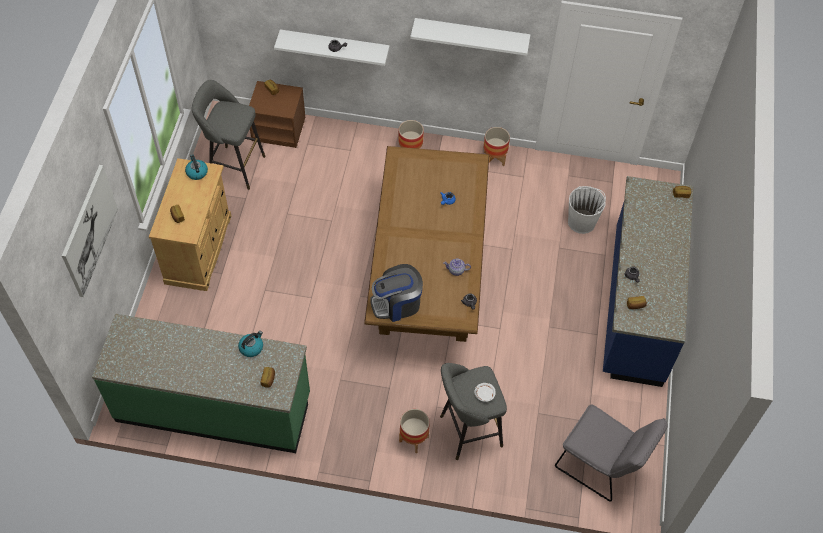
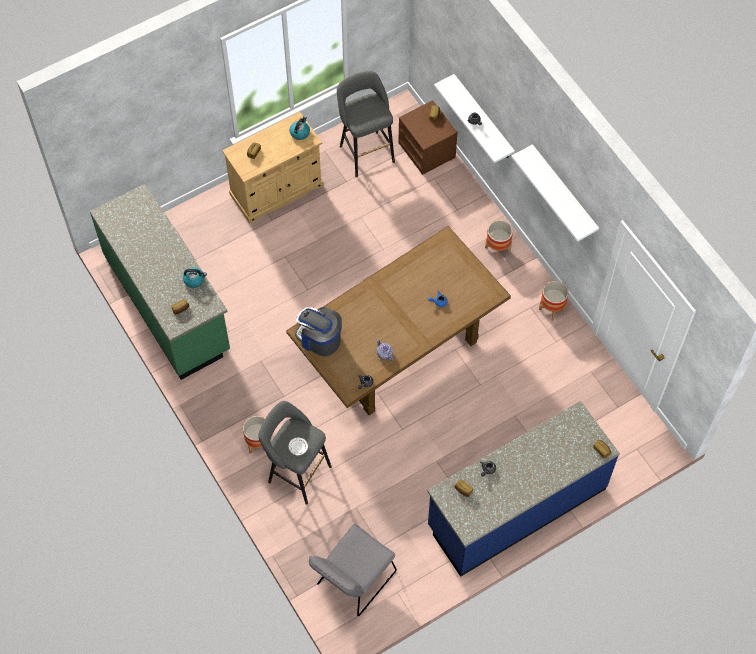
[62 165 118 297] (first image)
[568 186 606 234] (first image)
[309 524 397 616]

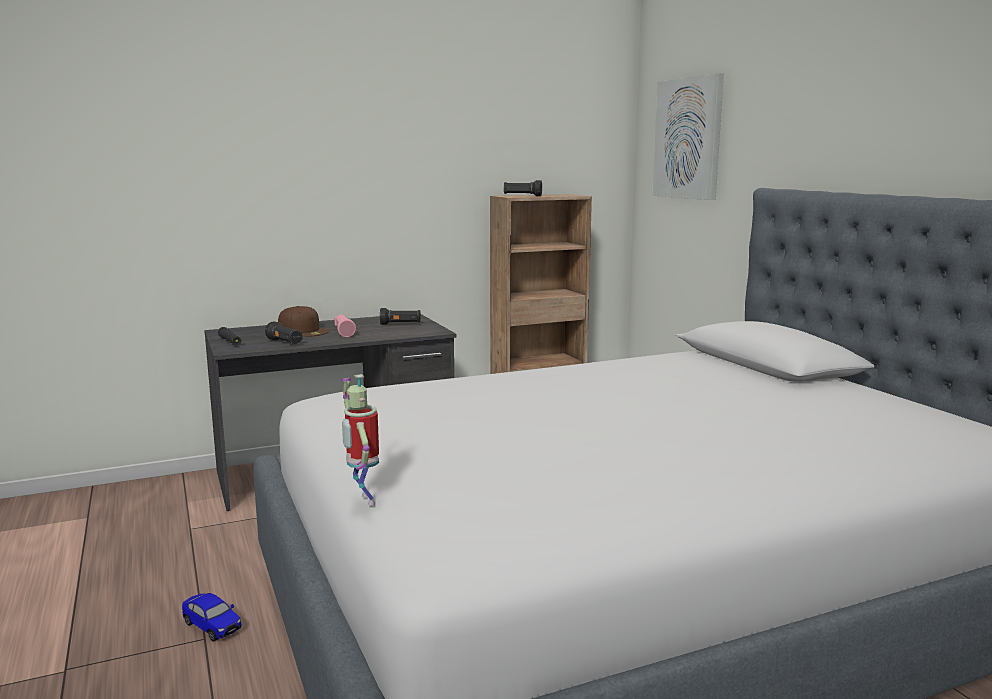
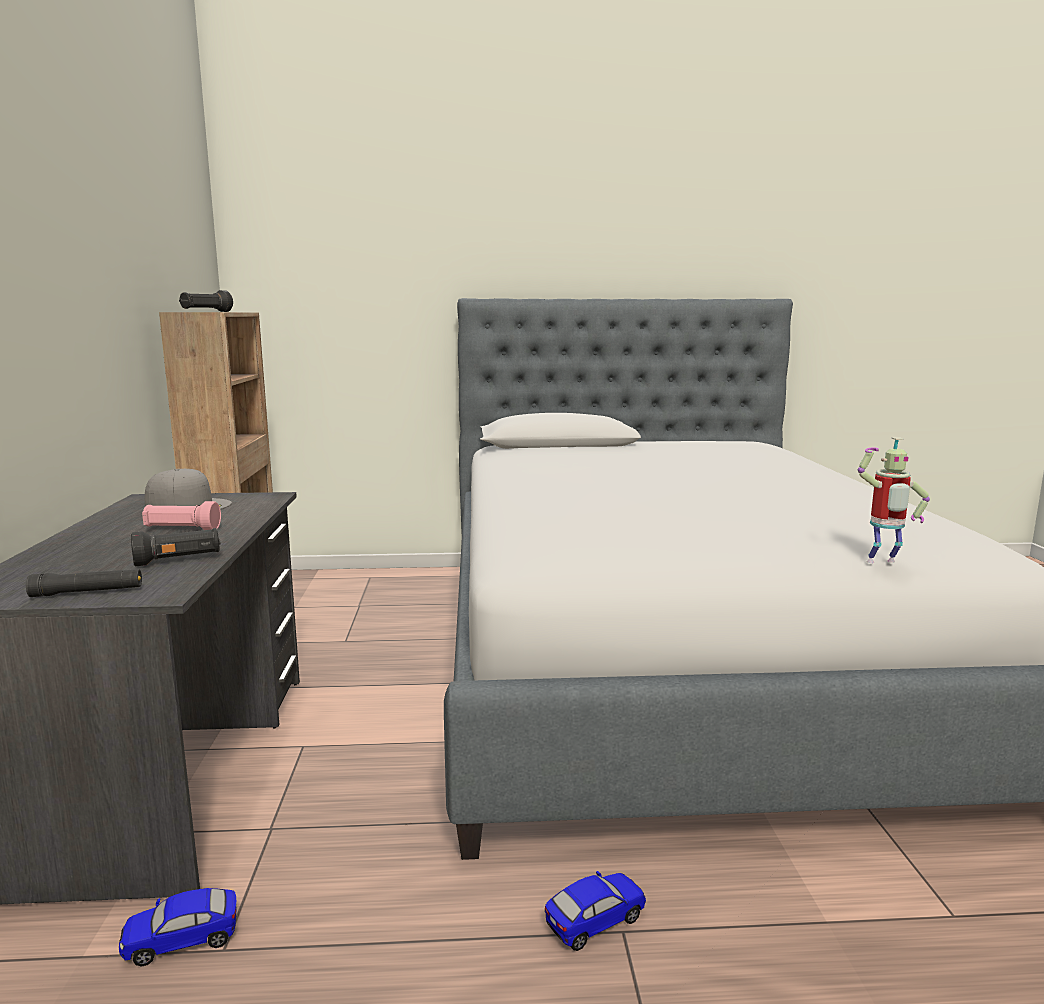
[652 73 724 200] (first image)
[278 306 330 337] (first image)
[145 469 232 509]
[119 888 237 967]

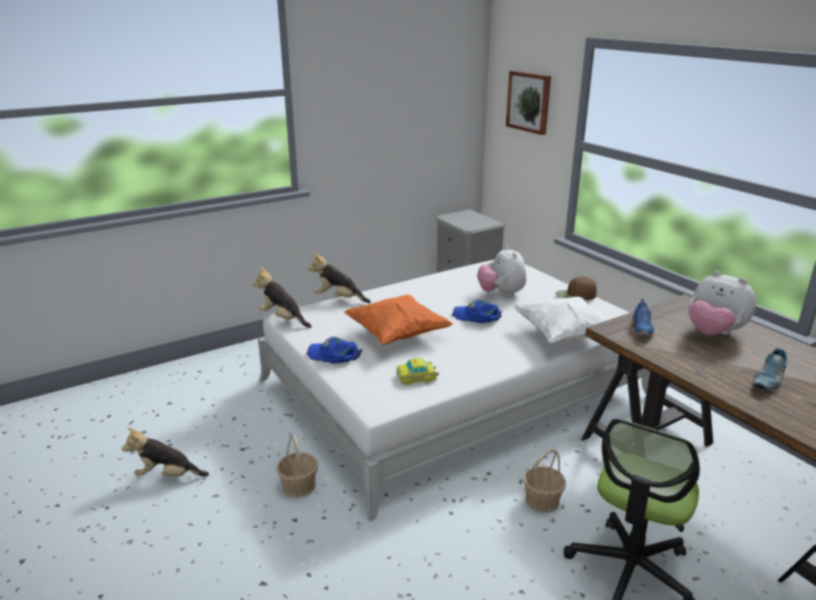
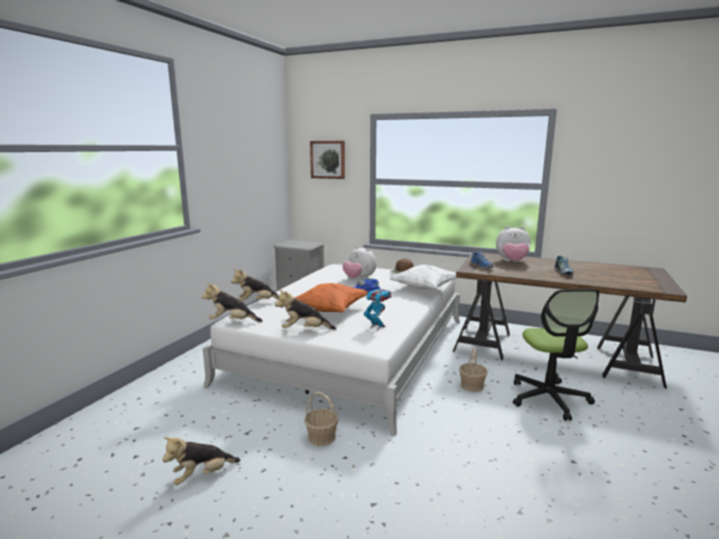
[275 289 336 330]
[364 286 391 329]

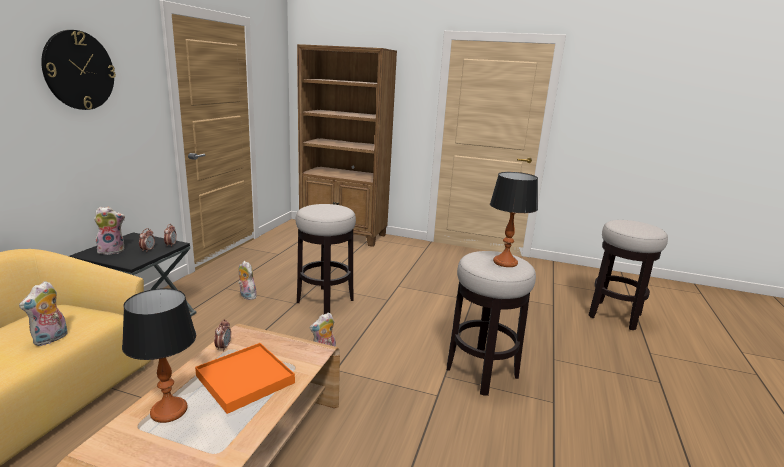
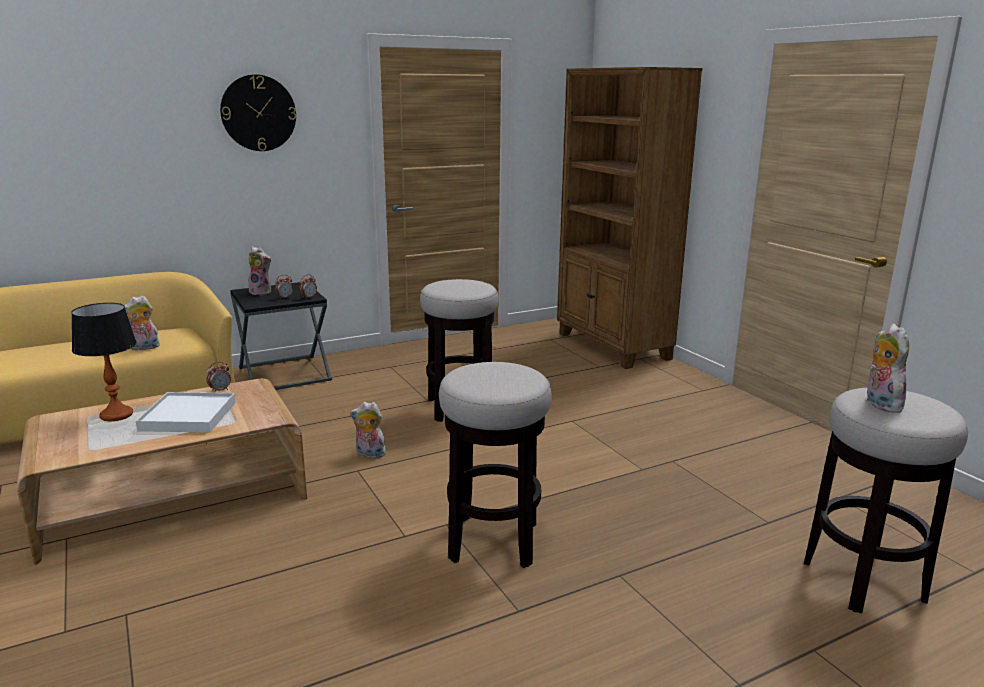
[490 172 538 267] (first image)
[867 324 909 413]
[136 392 236 433]

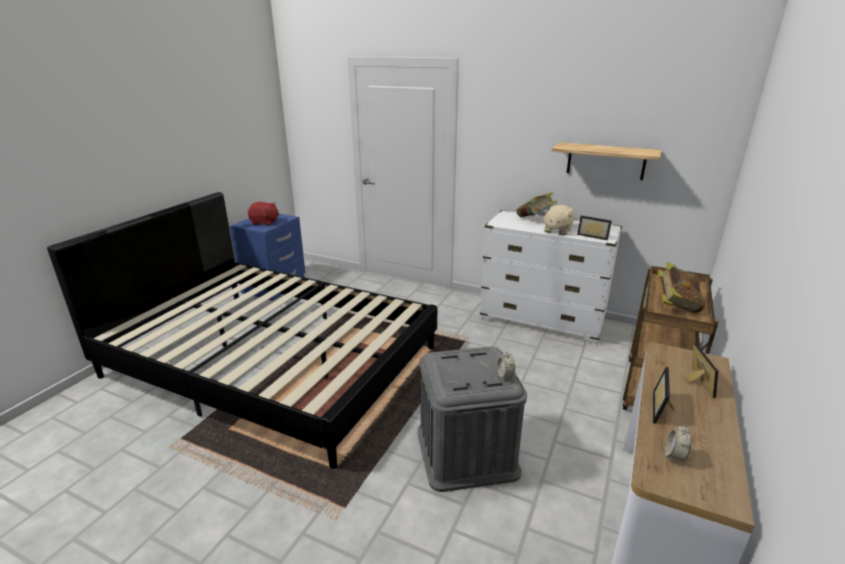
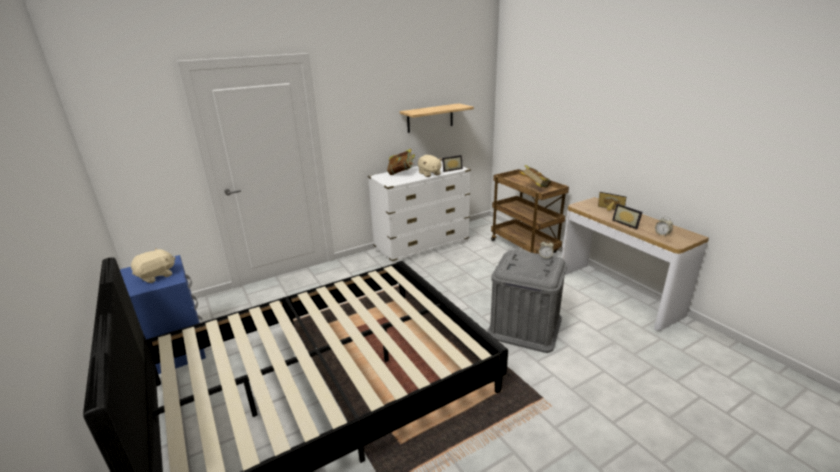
[131 248 175 283]

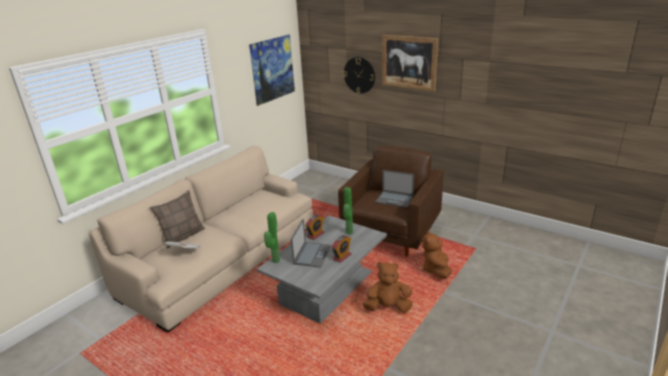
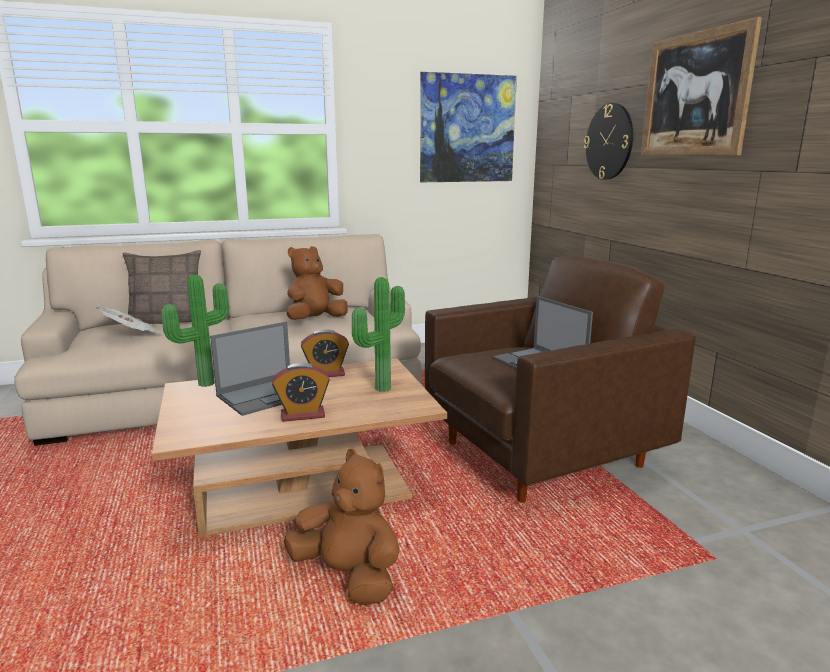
[152 359 447 537]
[287 246 348 320]

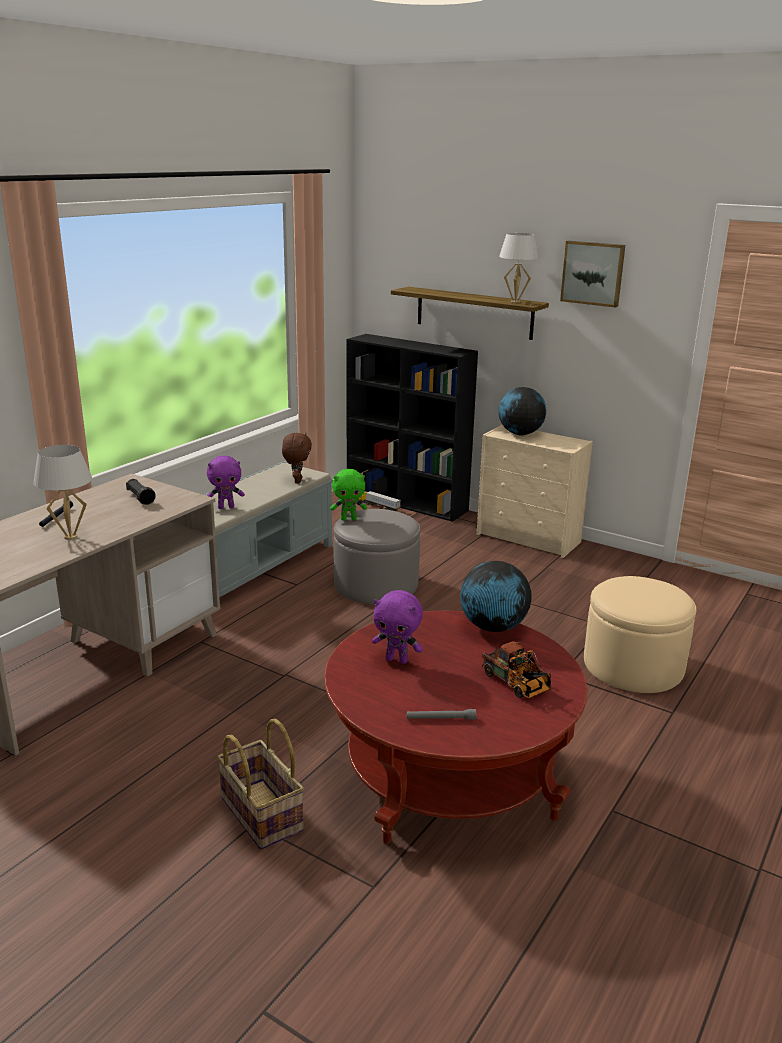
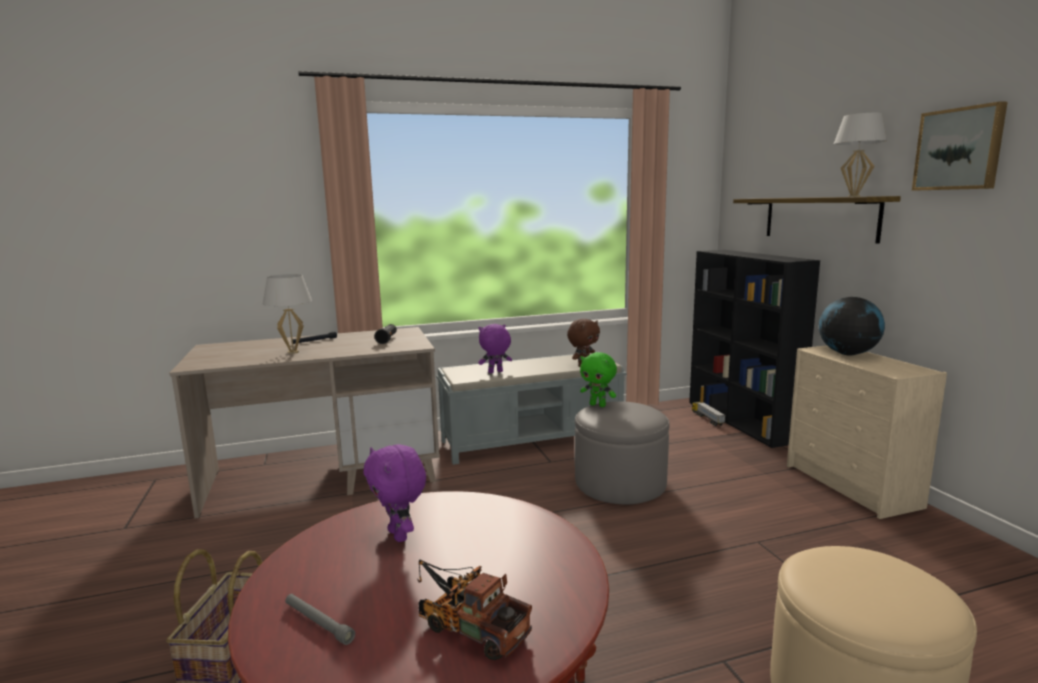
[478 324 512 373]
[460 561 531 632] (first image)
[417 560 532 660]

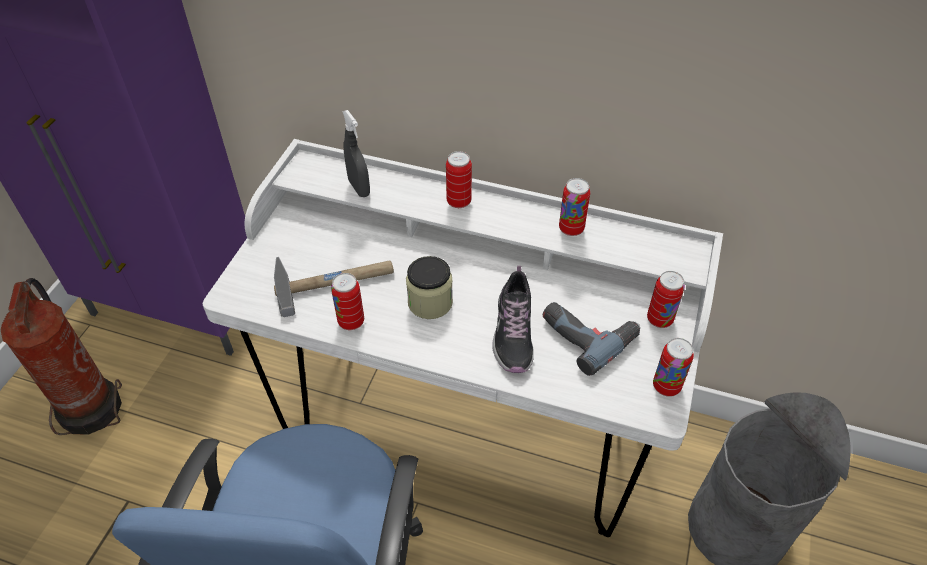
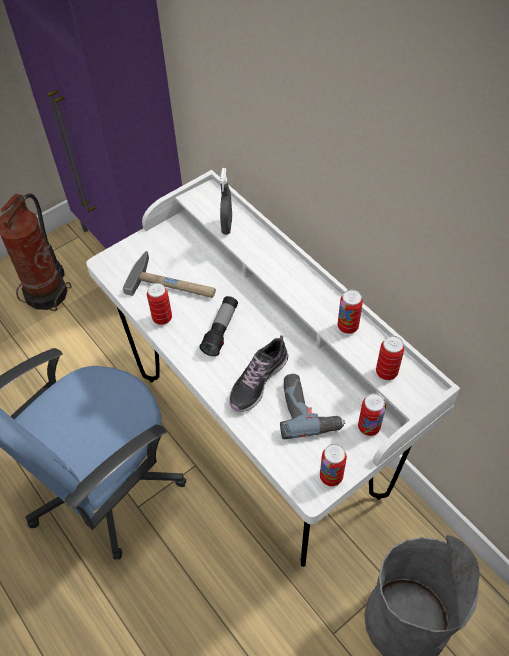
[376 336 404 380]
[199 296 238 356]

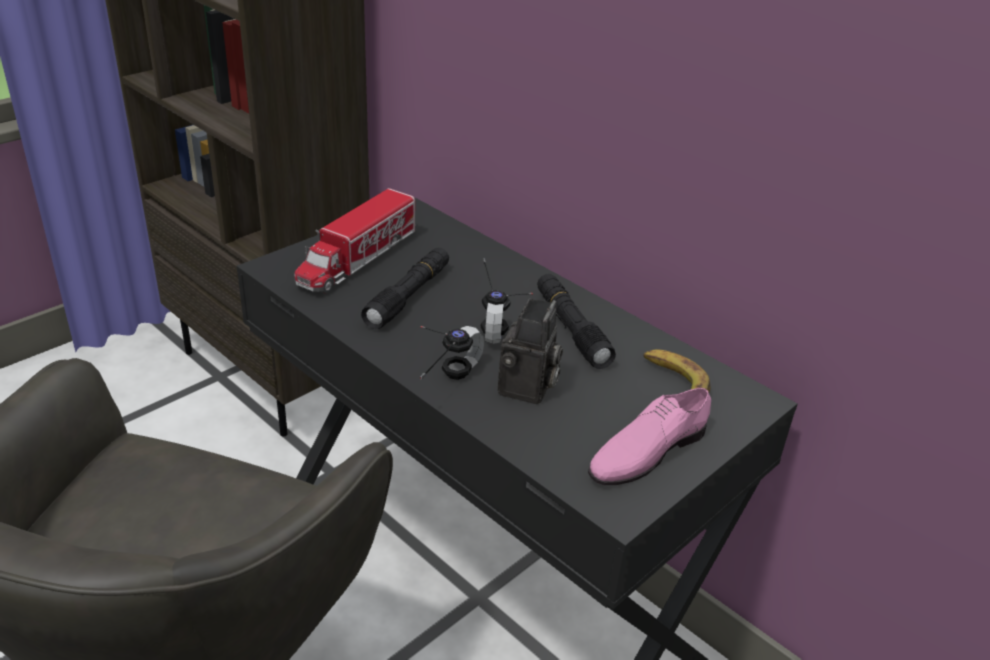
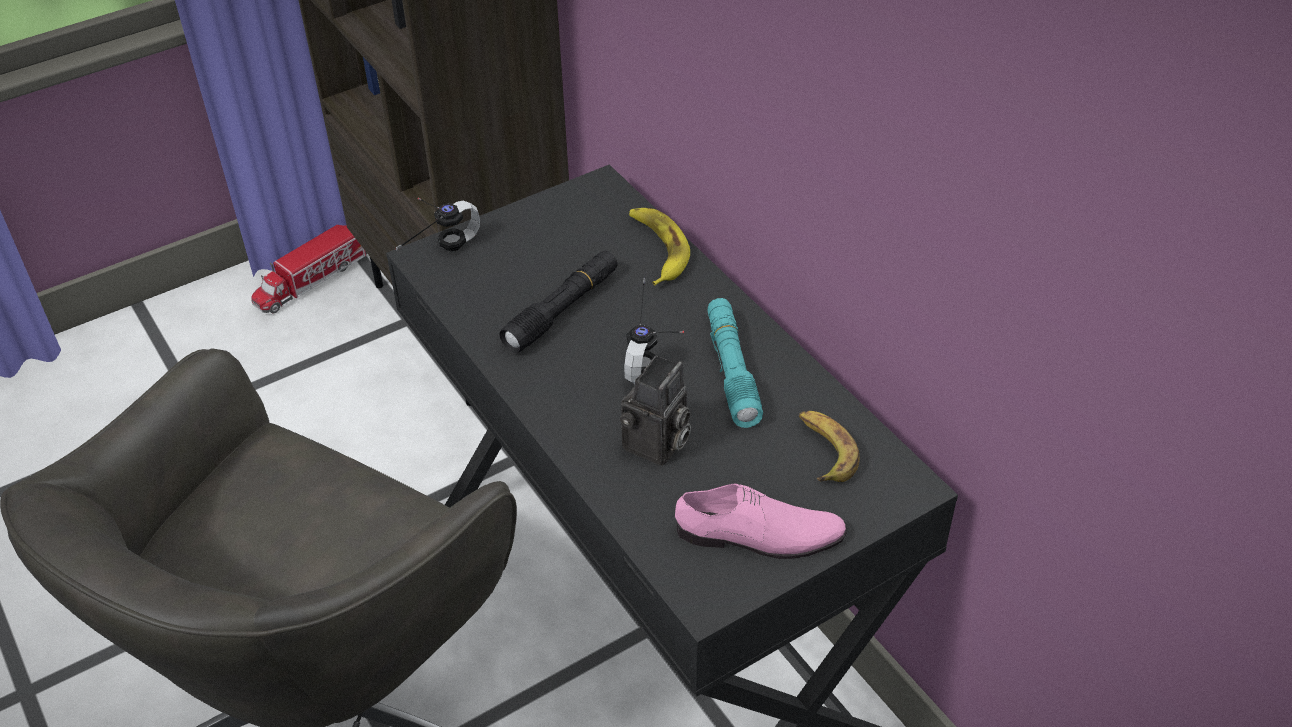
[251 225 367 313]
[707 298 763 428]
[395 198 480 251]
[675 483 847 559]
[629 208 690 285]

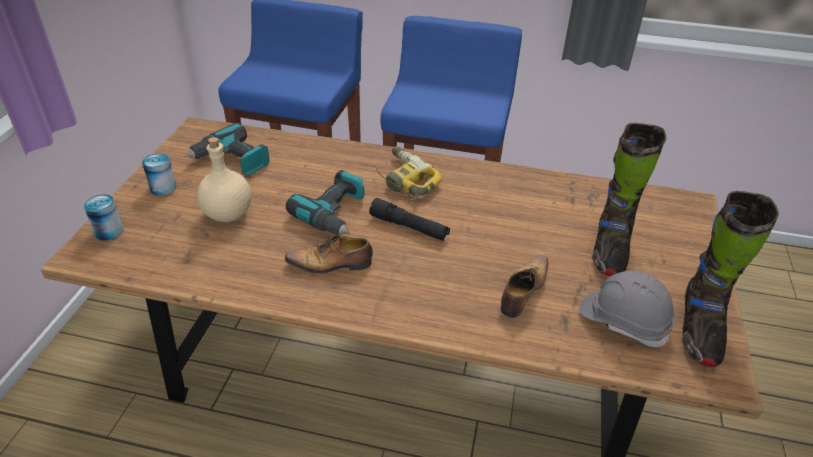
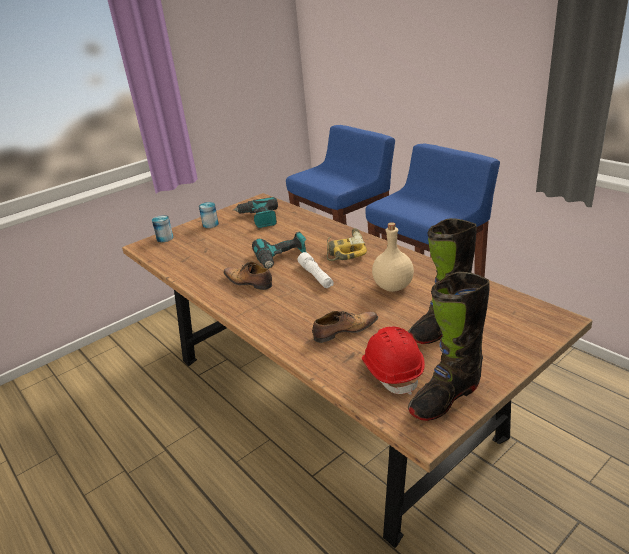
[372 222 414 292]
[298 252 334 288]
[362 326 425 395]

